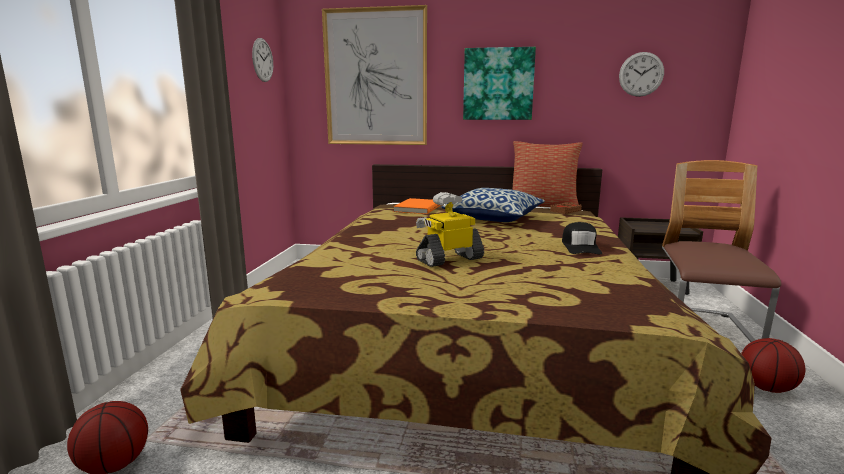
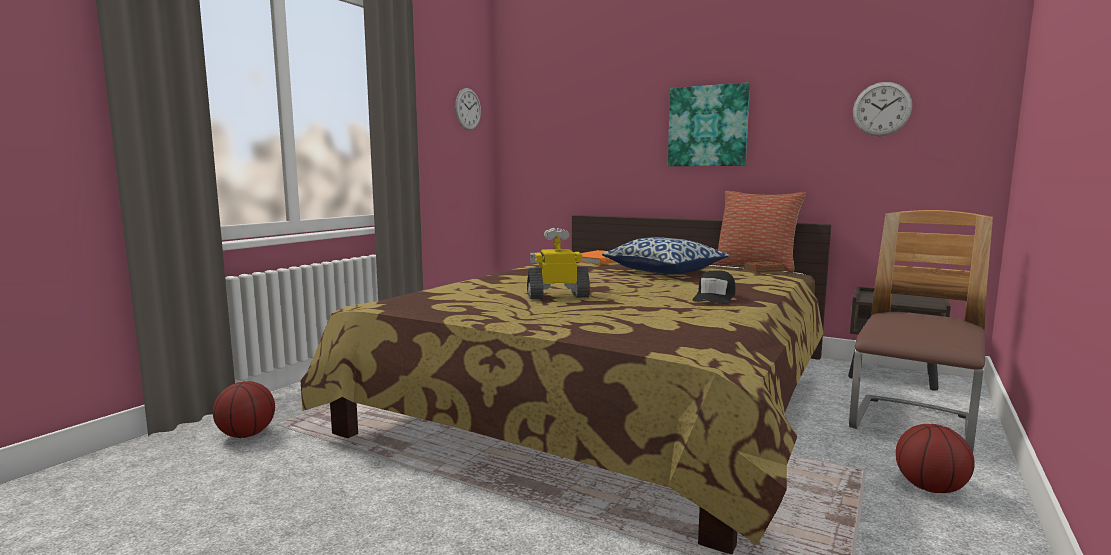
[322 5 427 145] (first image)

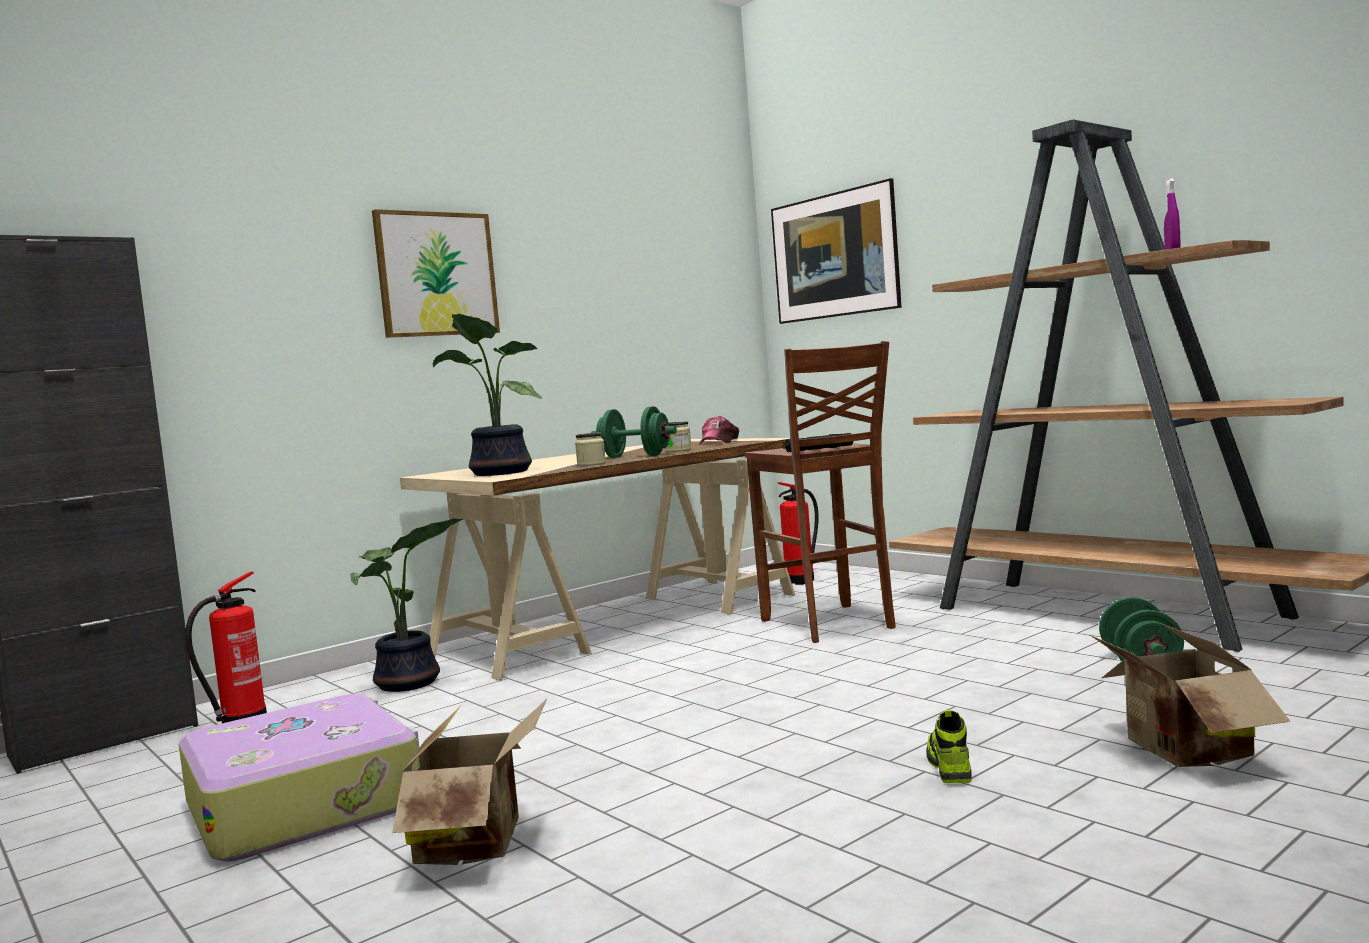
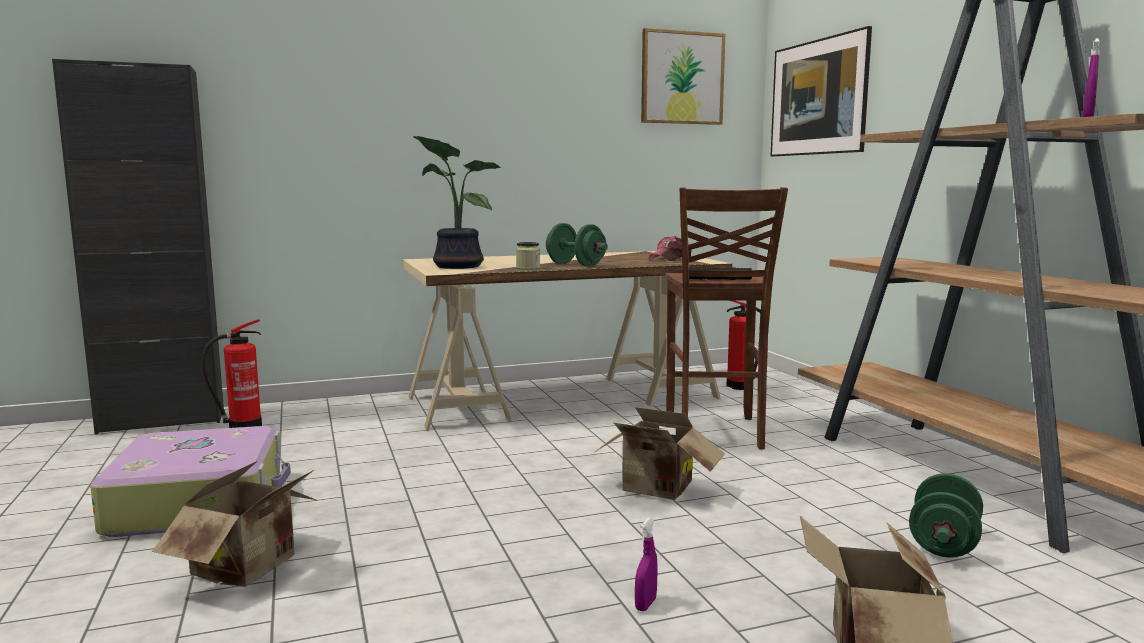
[641 28 725 125]
[665 421 692 452] (first image)
[350 518 463 692] (first image)
[635 518 658 611]
[595 407 725 500]

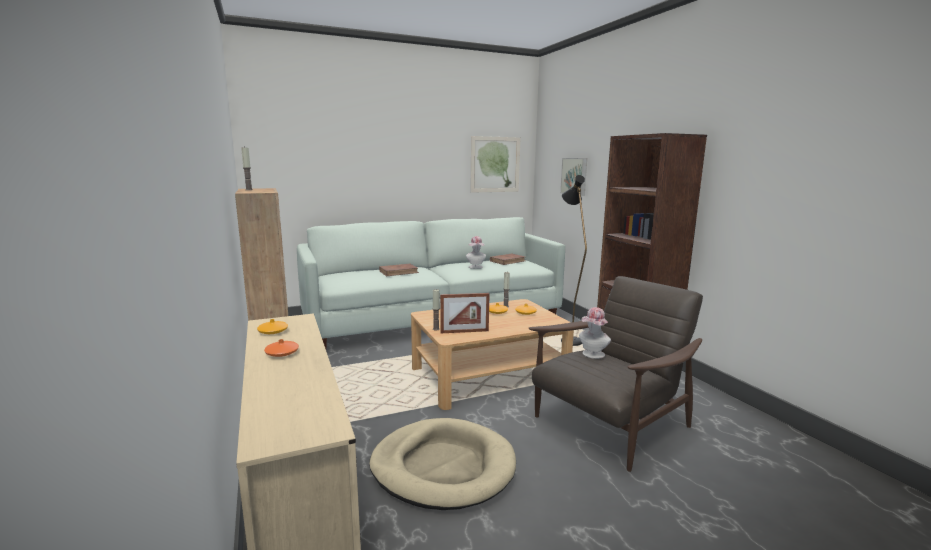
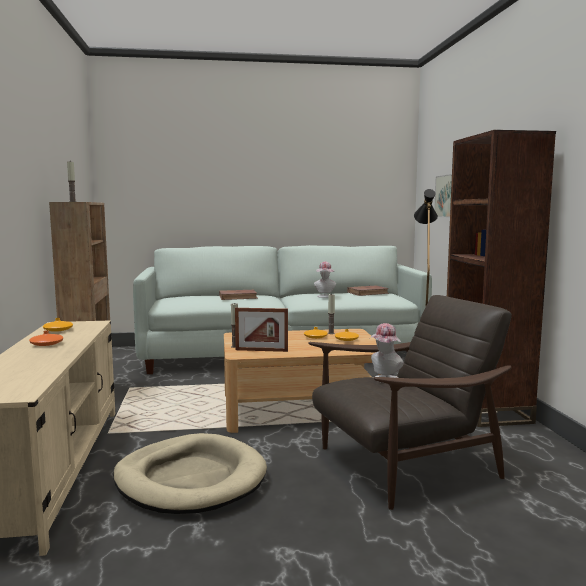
[470 136 520 193] (first image)

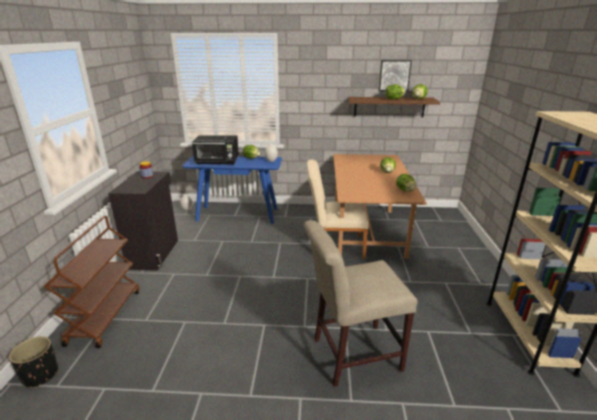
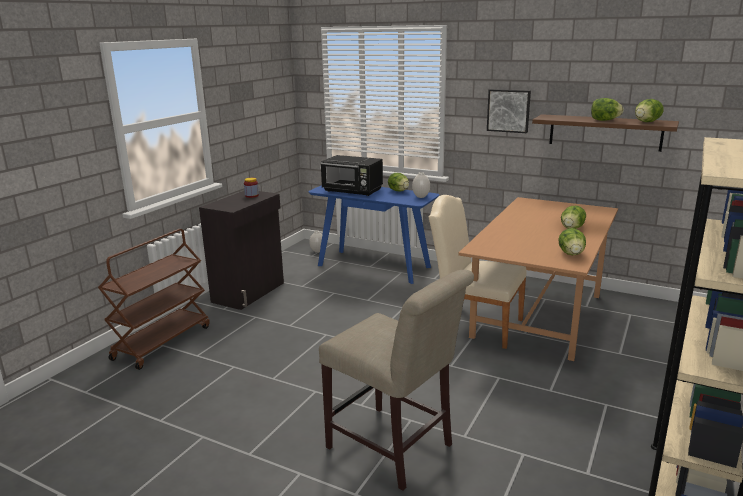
[487 89 531 133]
[319 270 474 491]
[9 336 58 388] (first image)

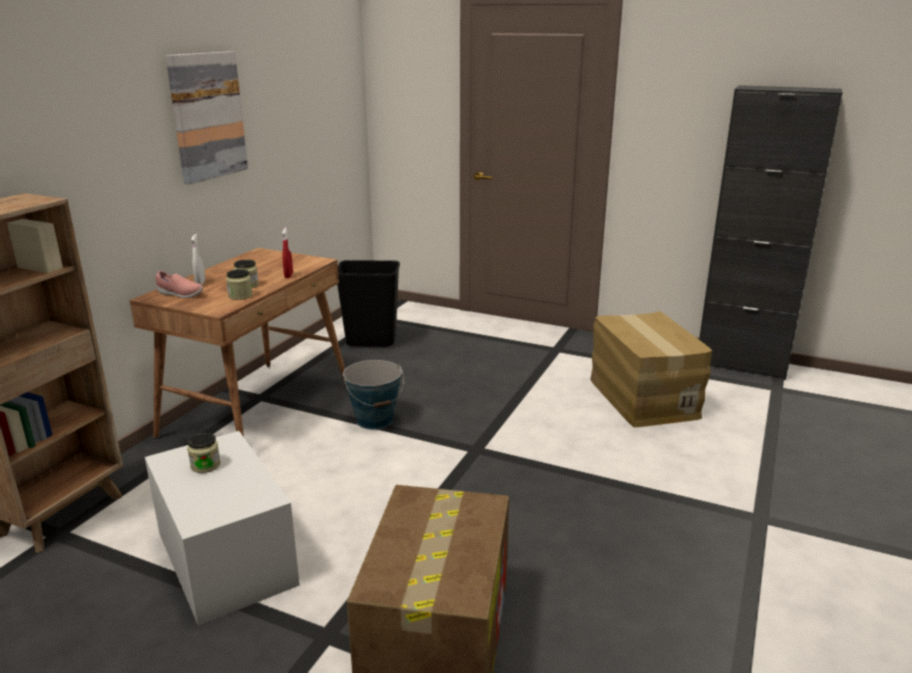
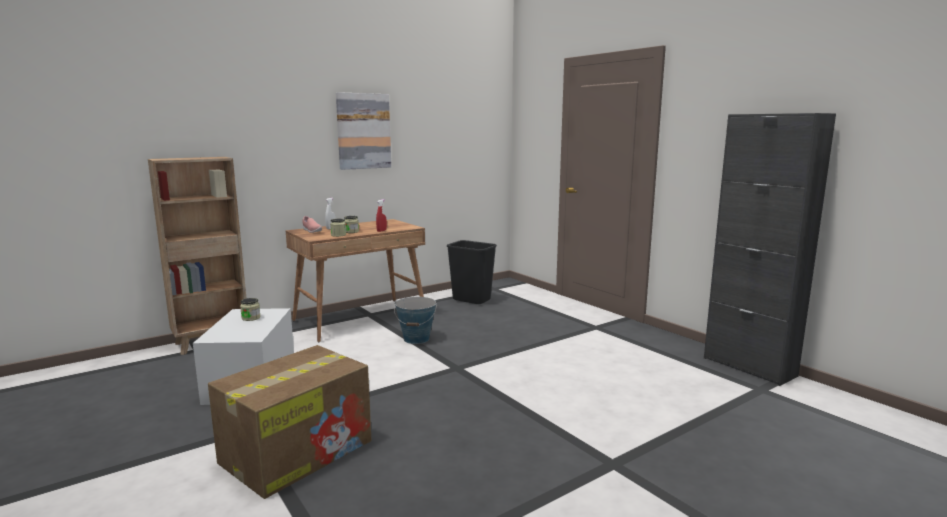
[590 311 712 427] (first image)

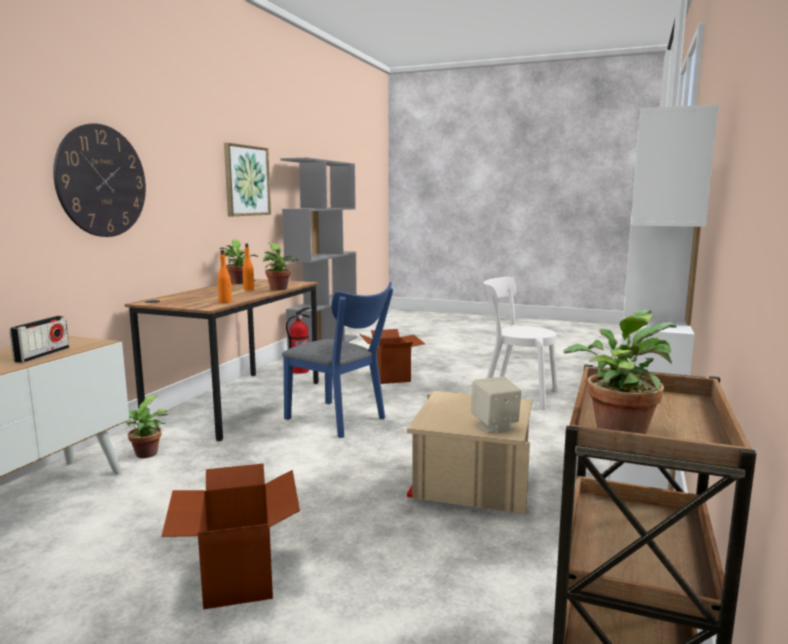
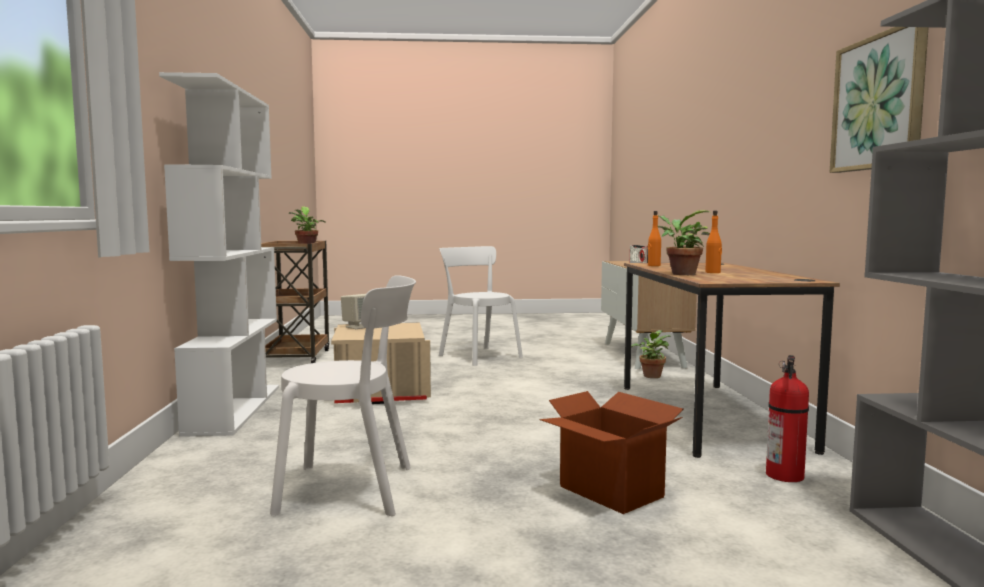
[53 124 146 237] (first image)
[220 240 258 284] (first image)
[282 282 393 438] (first image)
[439 246 523 366]

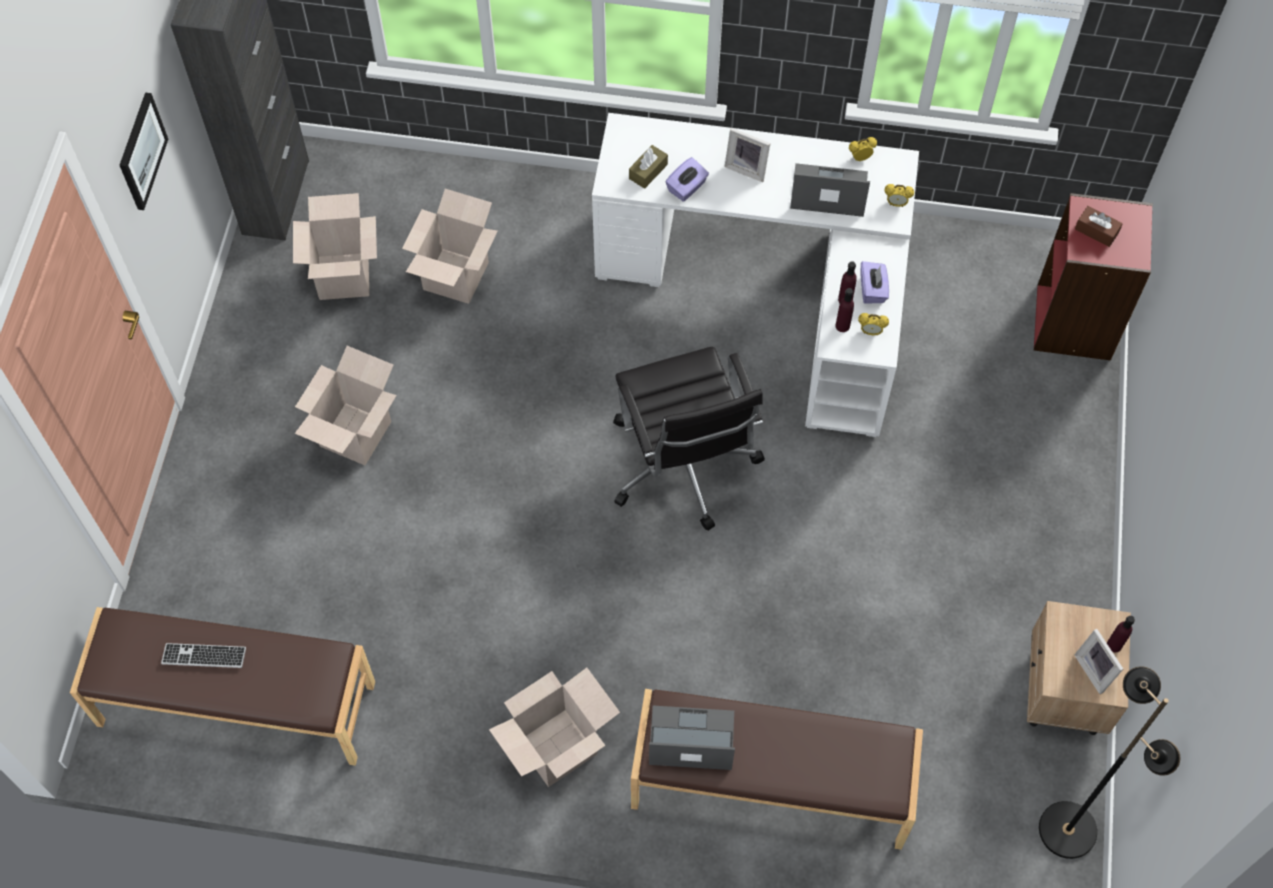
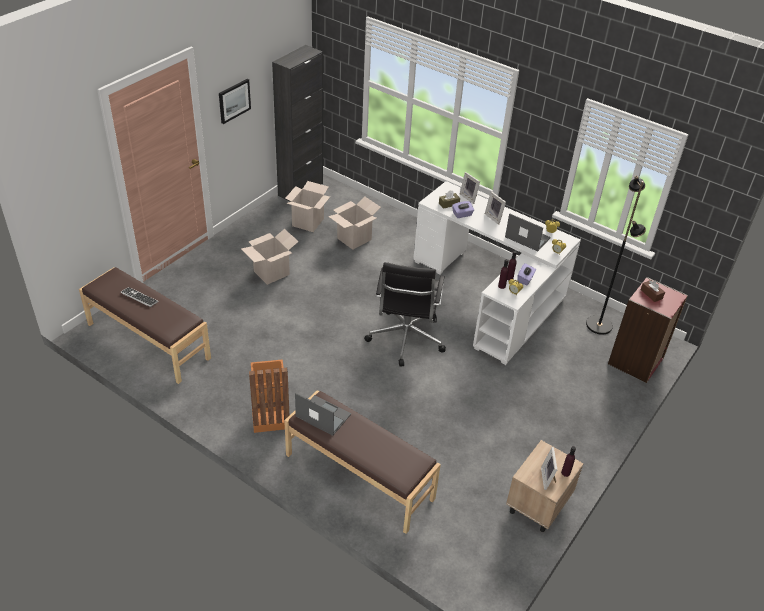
[586 176 646 335]
[249 359 289 433]
[460 172 480 204]

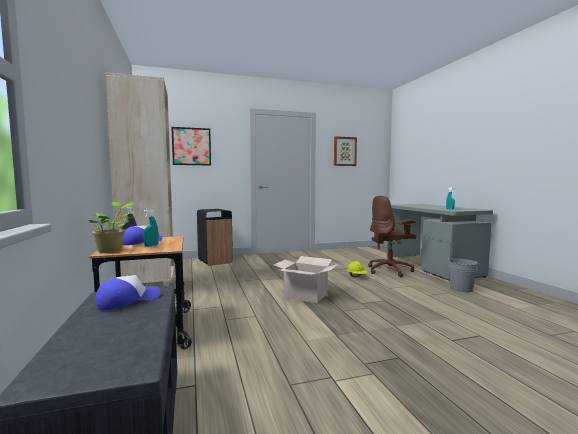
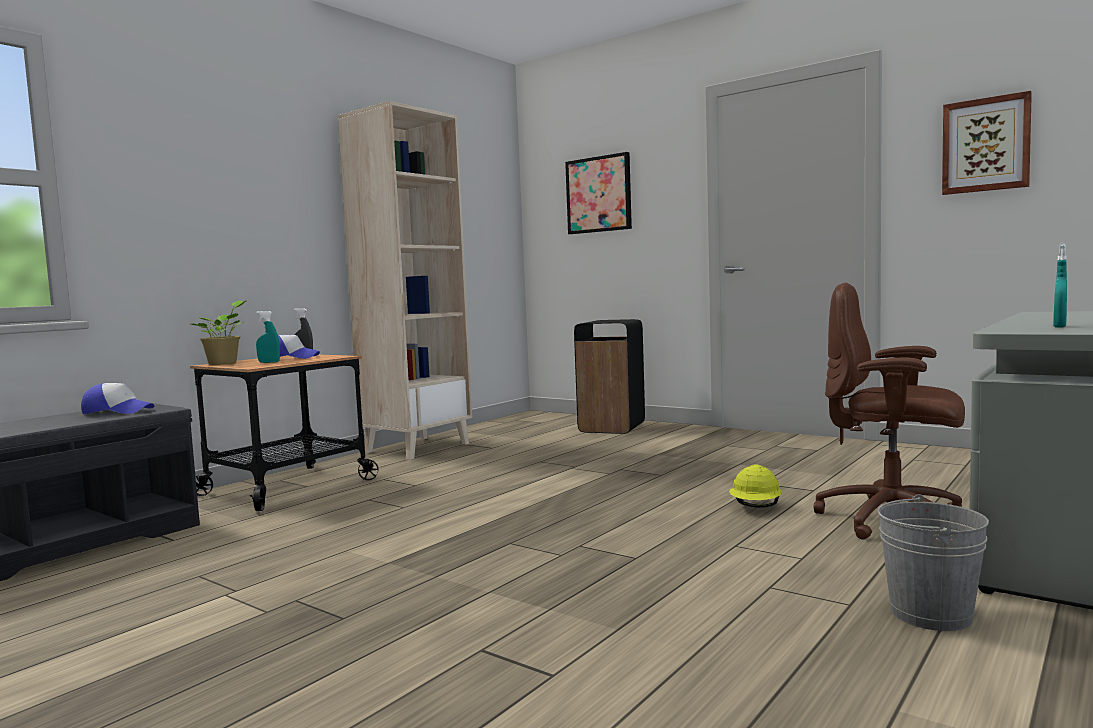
[274 256 339 303] (first image)

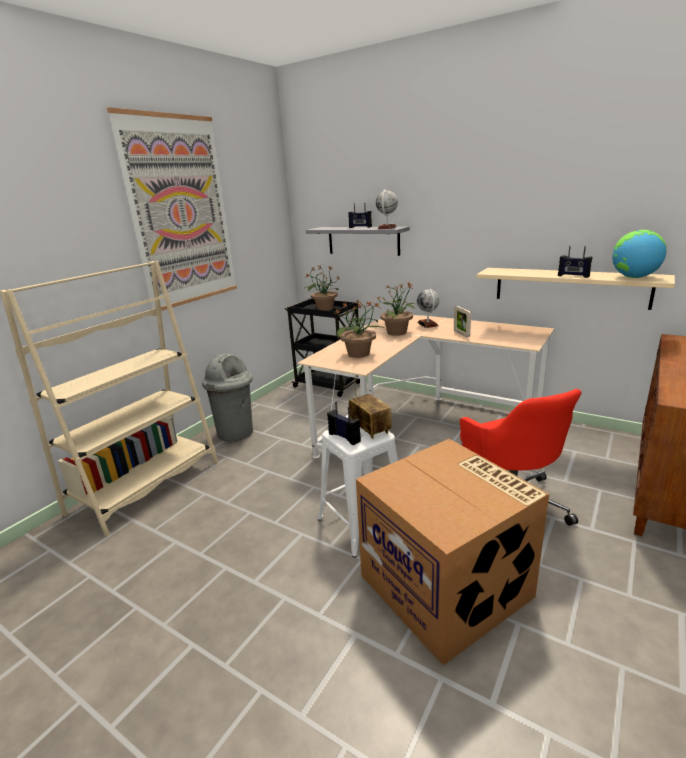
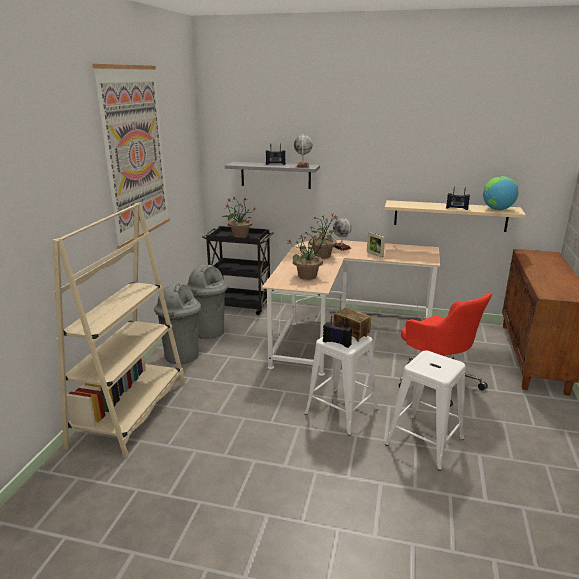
[385 351 466 471]
[186 265 228 339]

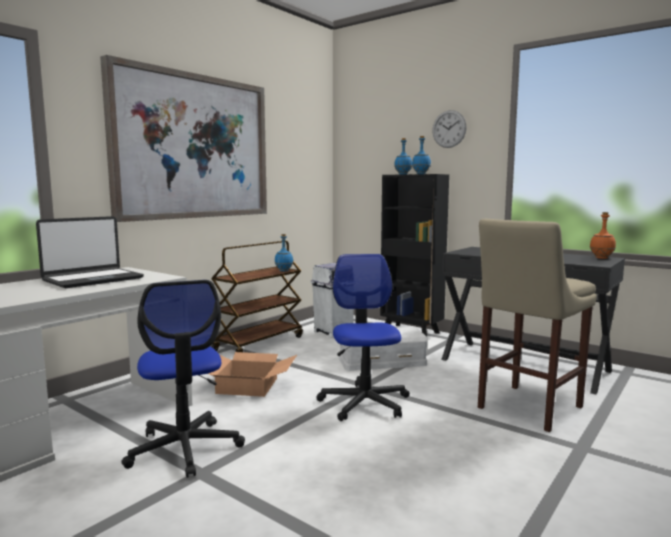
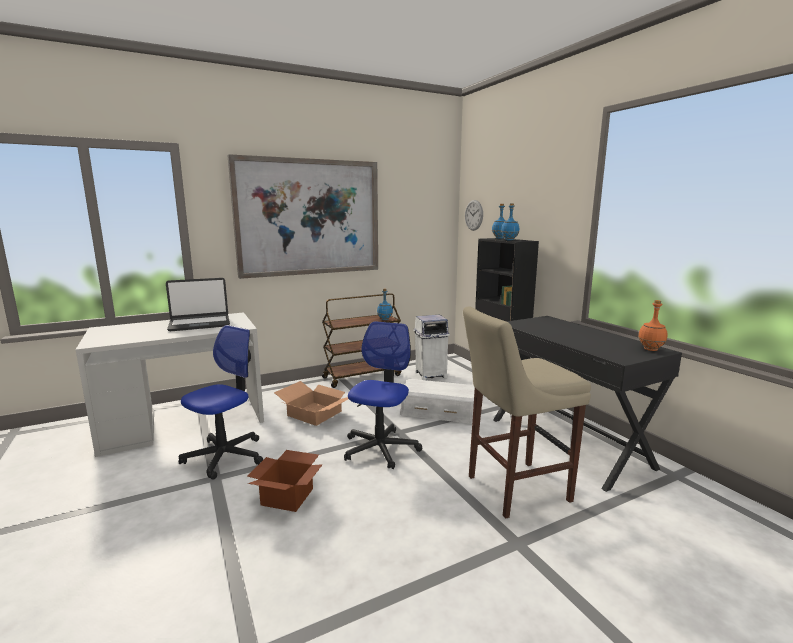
[465 200 483 231]
[179 325 263 480]
[248 450 323 512]

